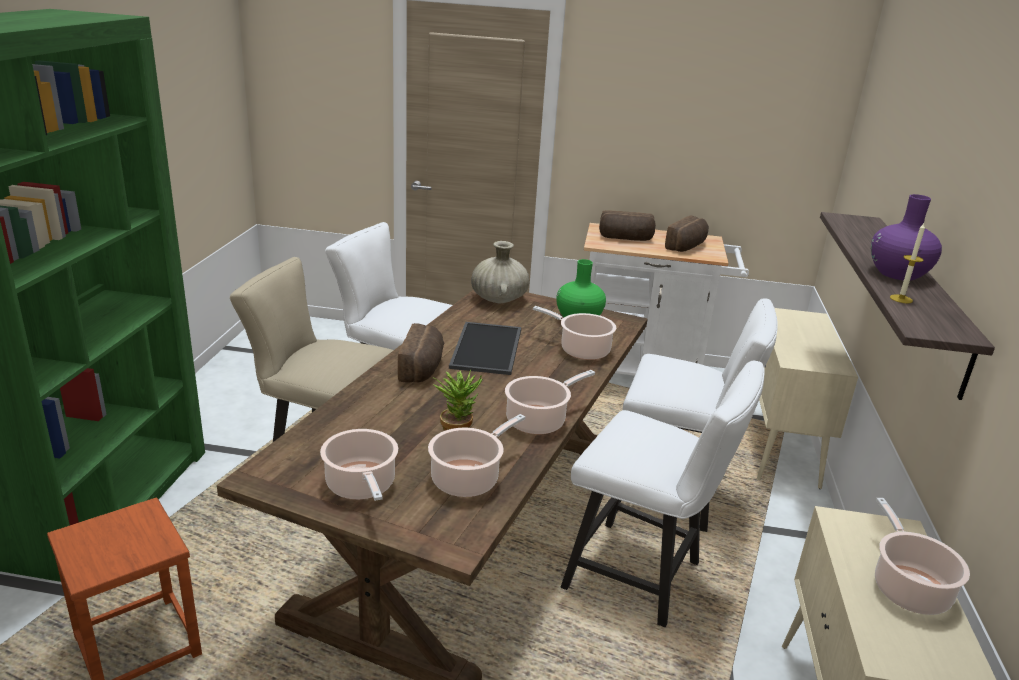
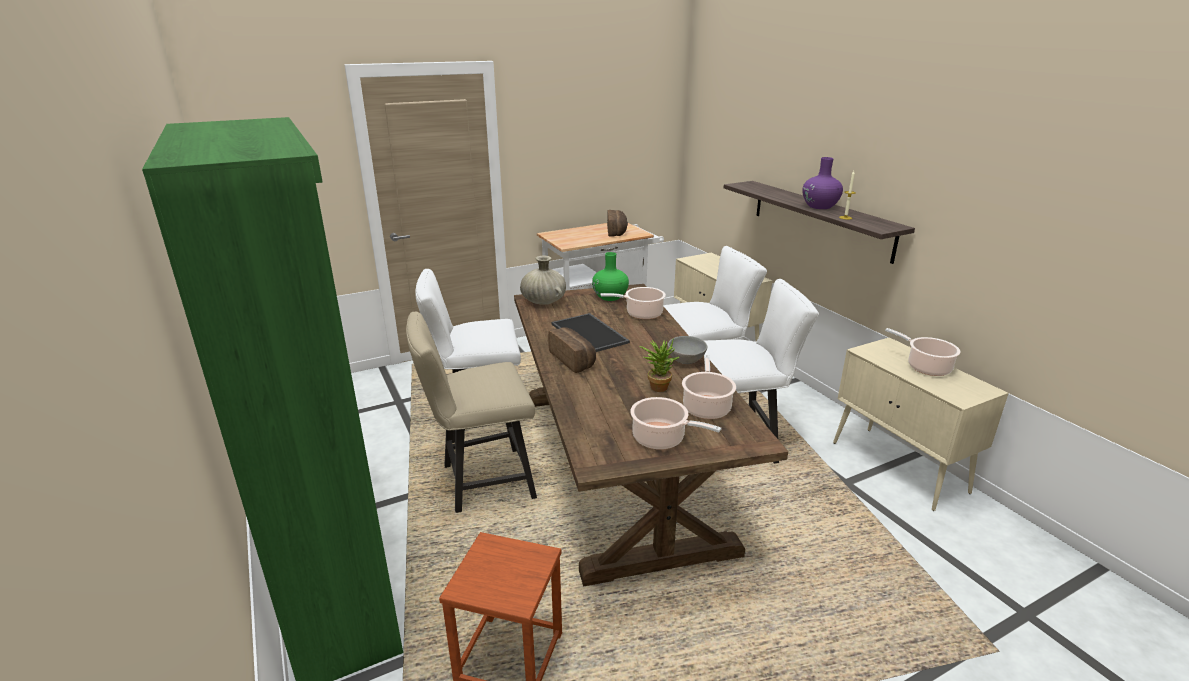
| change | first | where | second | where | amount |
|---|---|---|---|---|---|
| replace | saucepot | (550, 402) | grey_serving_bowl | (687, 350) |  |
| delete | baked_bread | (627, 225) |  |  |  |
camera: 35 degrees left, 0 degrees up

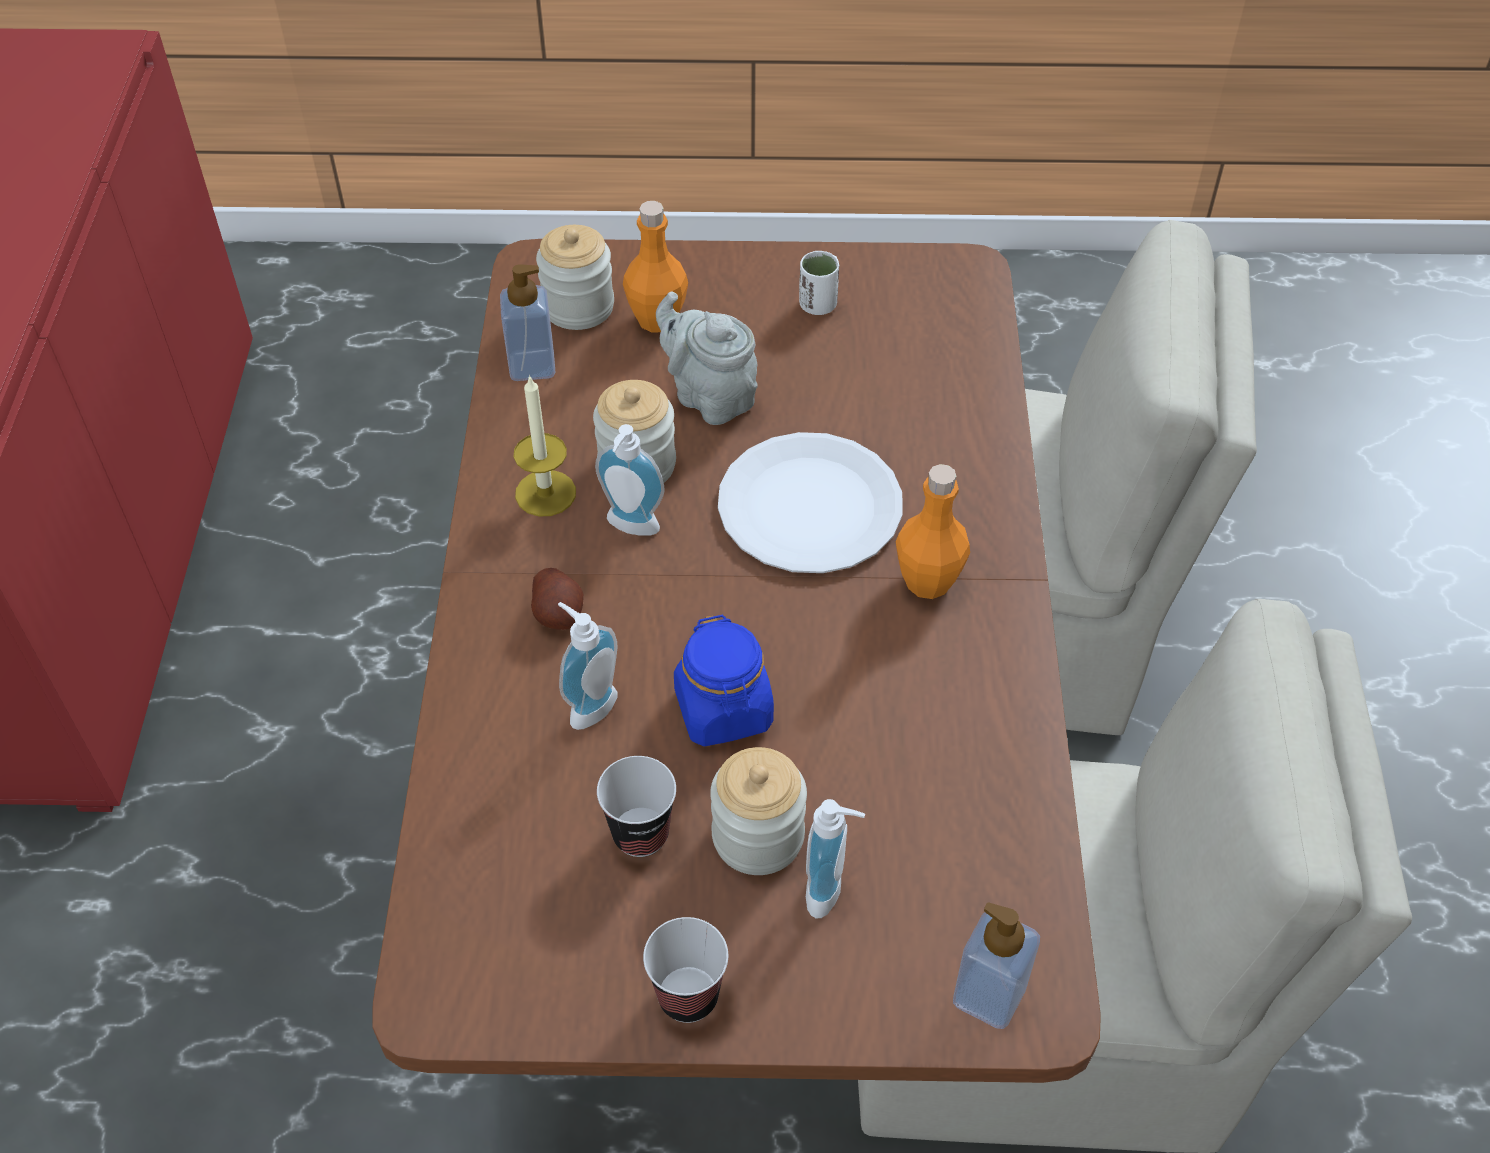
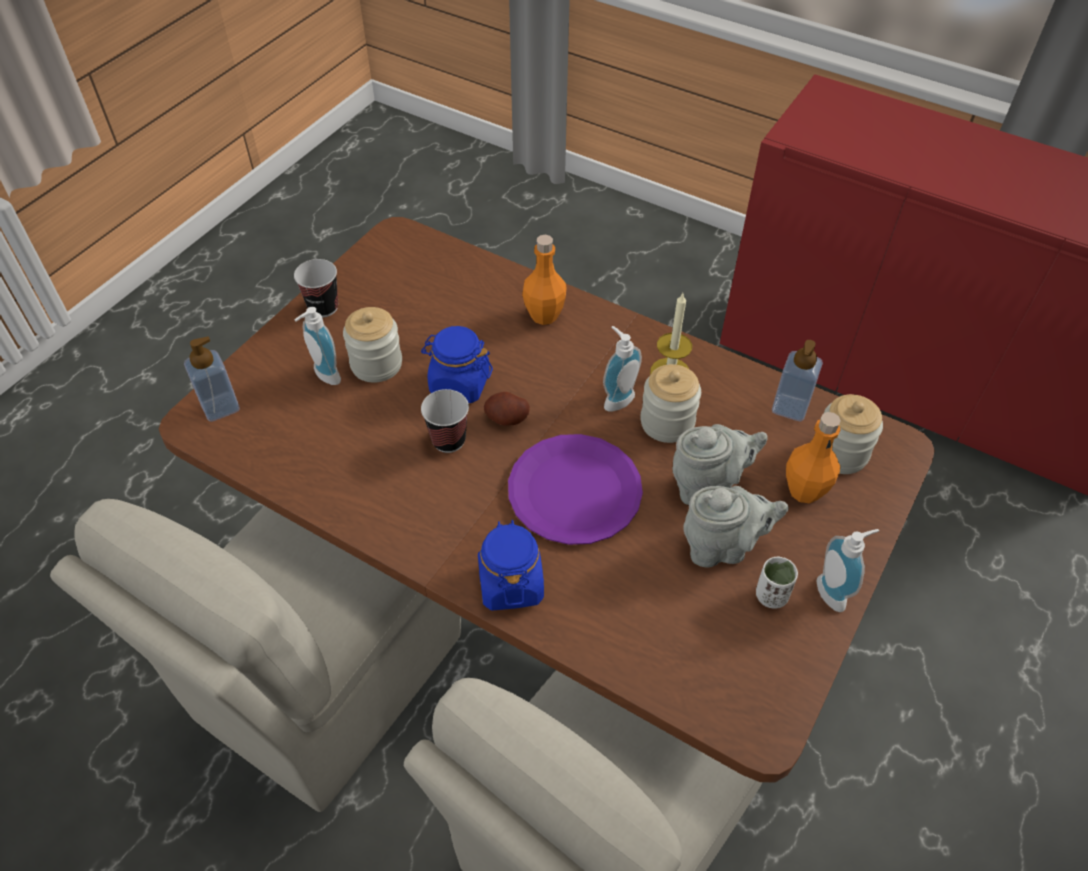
| change | first | where | second | where | amount |
|---|---|---|---|---|---|
| move | small_cup | (636, 806) |  | (445, 421) |  |
| insert |  |  | blue-coloured_storage_jar | (511, 565) |  |
| move | spud | (557, 599) |  | (507, 409) |  |
| recolor | whitish_plate | (810, 502) | purple_plate | (575, 489) |  |
| move | orangey_beverage_bottle | (933, 531) |  | (544, 280) |  |
| insert |  |  | grey_tea_pot | (736, 527) |  |
| move | liquid_soap_bottle | (588, 666) |  | (847, 570) |  |
camera: 120 degrees right, 0 degrees up

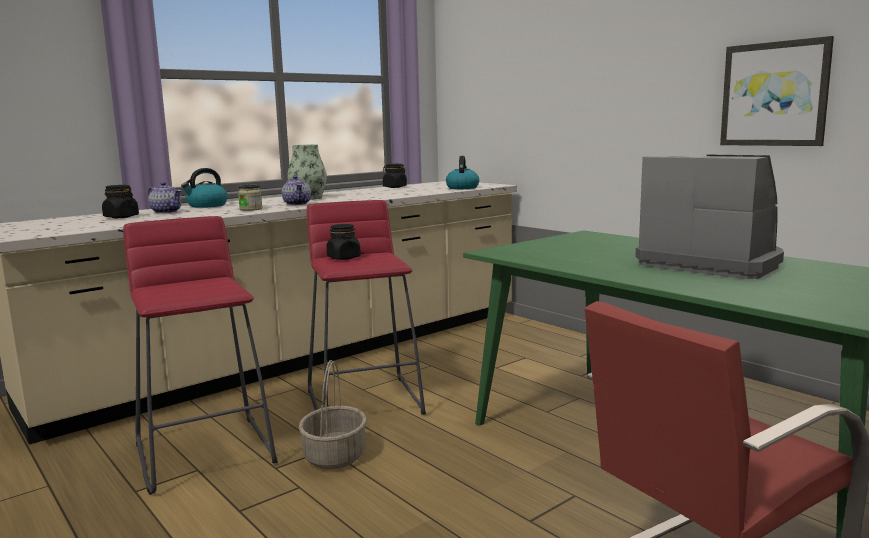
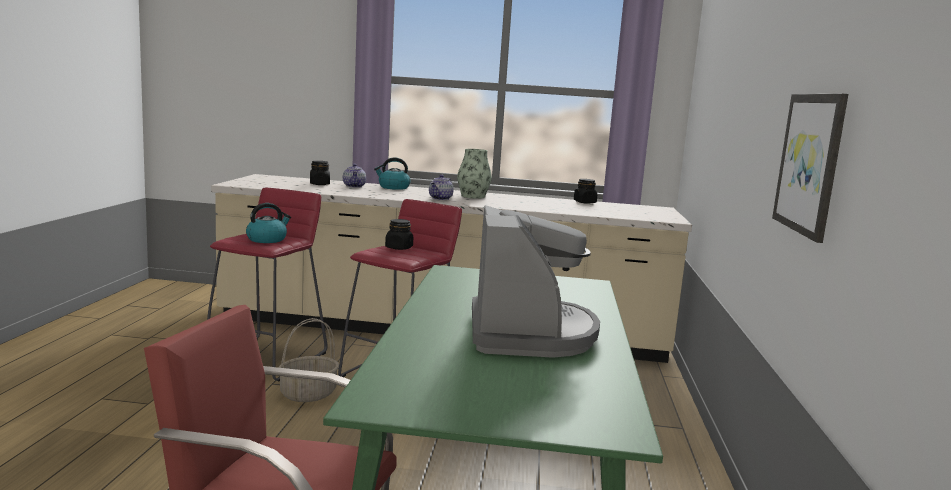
| change | first | where | second | where | amount |
|---|---|---|---|---|---|
| move | water_kettle | (462, 172) |  | (268, 223) |  |
| delete | storage_jar | (250, 198) |  |  |  |
camera: 45 degrees right, 0 degrees up

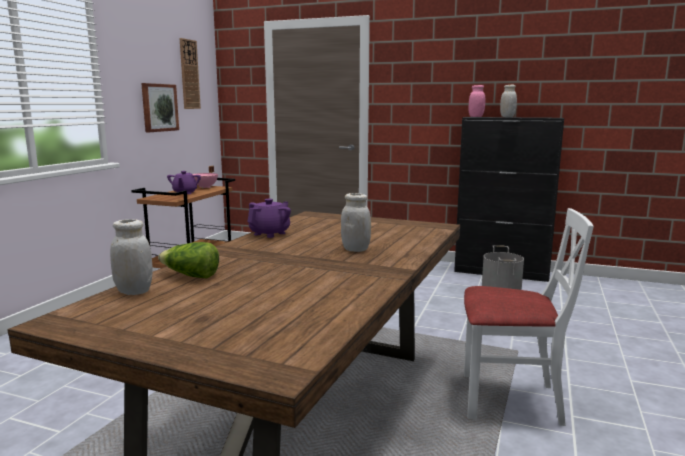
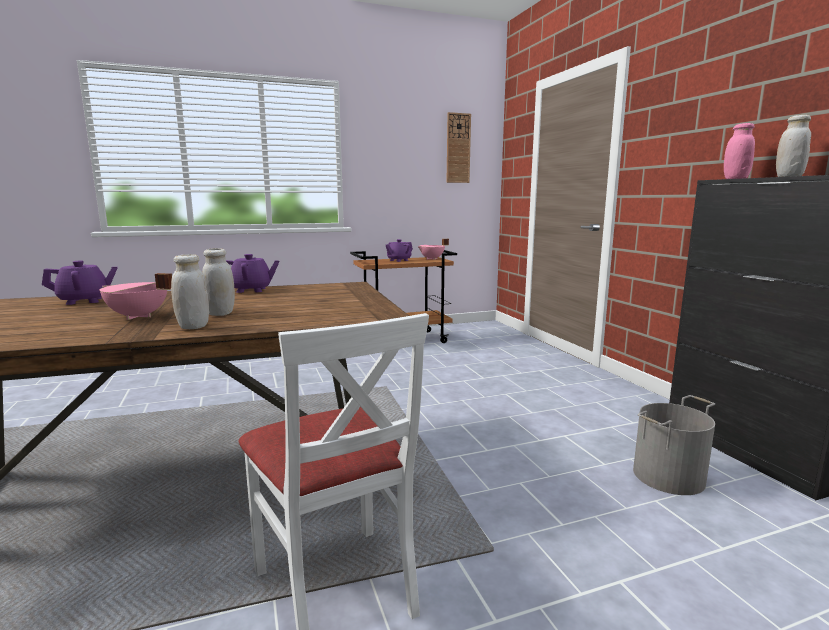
| change | first | where | second | where | amount |
|---|---|---|---|---|---|
| replace | lettuce_head | (188, 260) | purple_tea_pot | (80, 283) |  |
| insert |  |  | pinkish_saucepot | (136, 296) |  |
| move | whitish_storage_jar | (131, 257) |  | (190, 291) |  |
| delete | wall_picture | (160, 107) |  |  |  |
camera: 50 degrees right, 0 degrees up

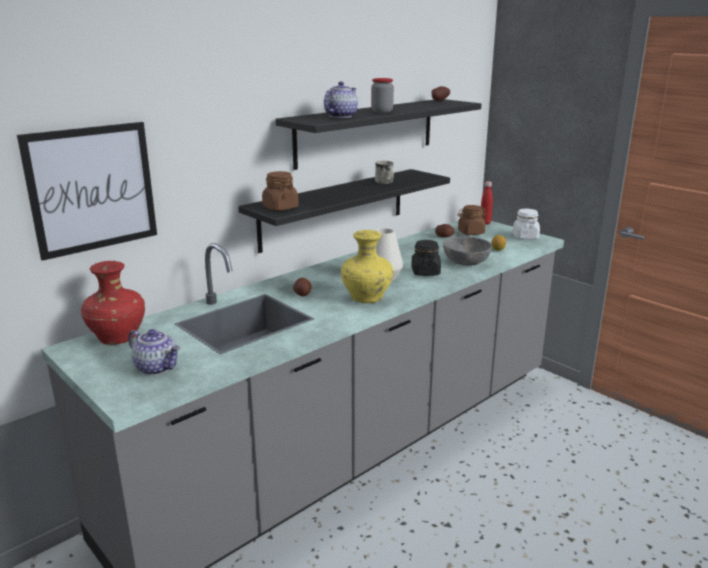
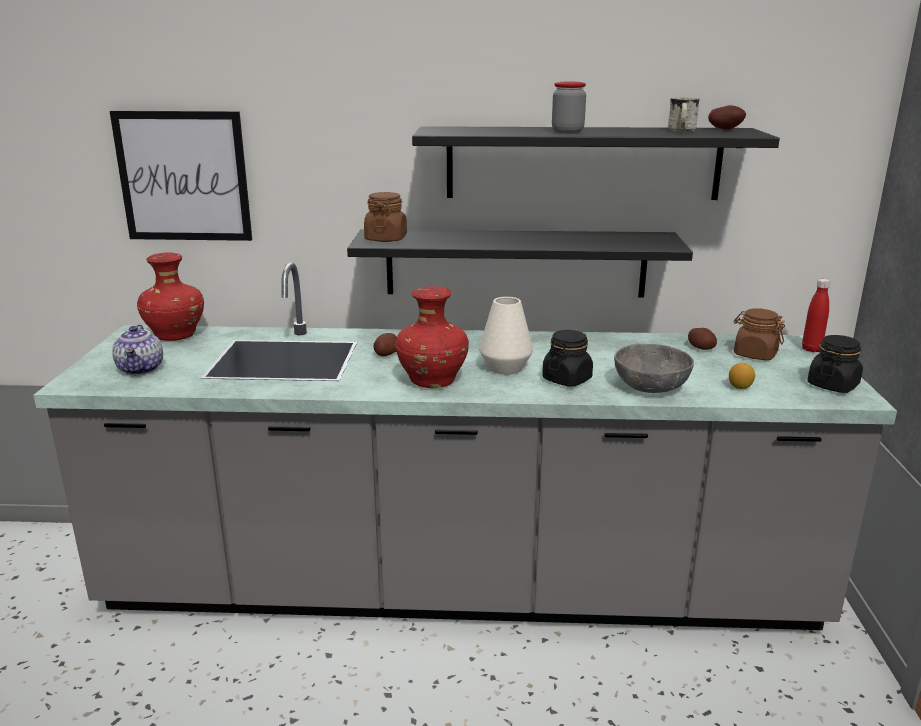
| change | first | where | second | where | amount |
|---|---|---|---|---|---|
| recolor | yellow_decorative_vase | (367, 266) | red-coloured_decorative_vase | (432, 337) |  |
| move | whitish_coffee_mug | (384, 172) |  | (684, 114) |  |
| recolor | whitish_storage_jar | (526, 224) | blackish_storage_jar | (835, 364) |  |
| delete | tea_pot | (341, 99) |  |  |  |
camera: 45 degrees right, 0 degrees up

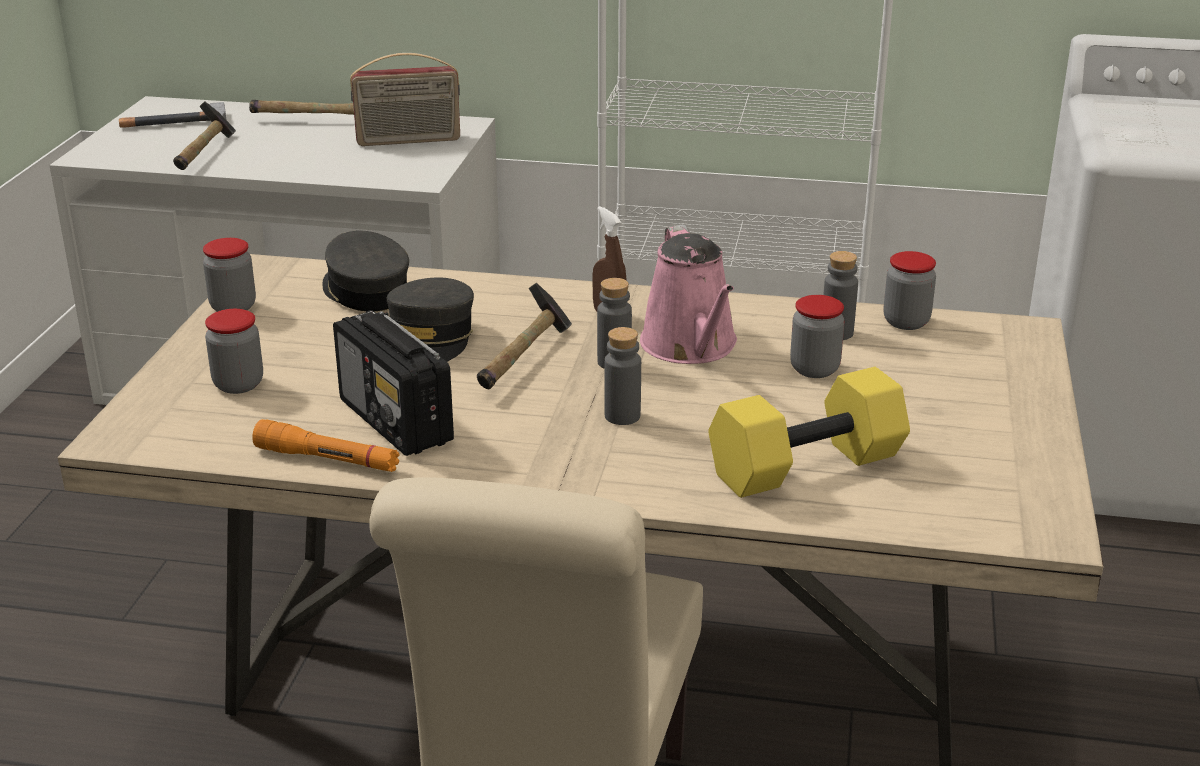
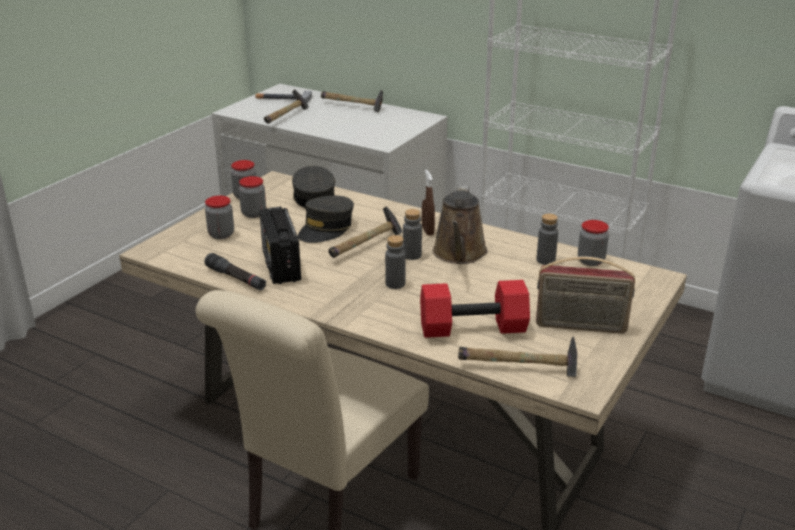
| change | first | where | second | where | amount |
|---|---|---|---|---|---|
| recolor | orangey_torch | (325, 445) | blackish_torch | (235, 271) |  |
| move | storage_jar | (817, 336) |  | (252, 197) |  |
| recolor | yellow_free_weight | (809, 432) | red-coloured_free_weight | (475, 309) |  |
| recolor | pinkish_watering_pot | (688, 294) | brown_watering_pot | (460, 225) |  |
| insert |  |  | tool_hammer | (517, 357) |  |
| move | radio_set | (405, 99) |  | (585, 295) |  |
camera: 20 degrees right, 0 degrees up

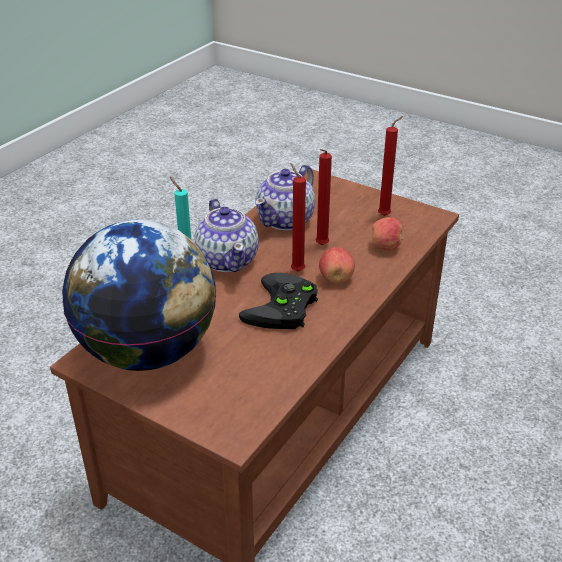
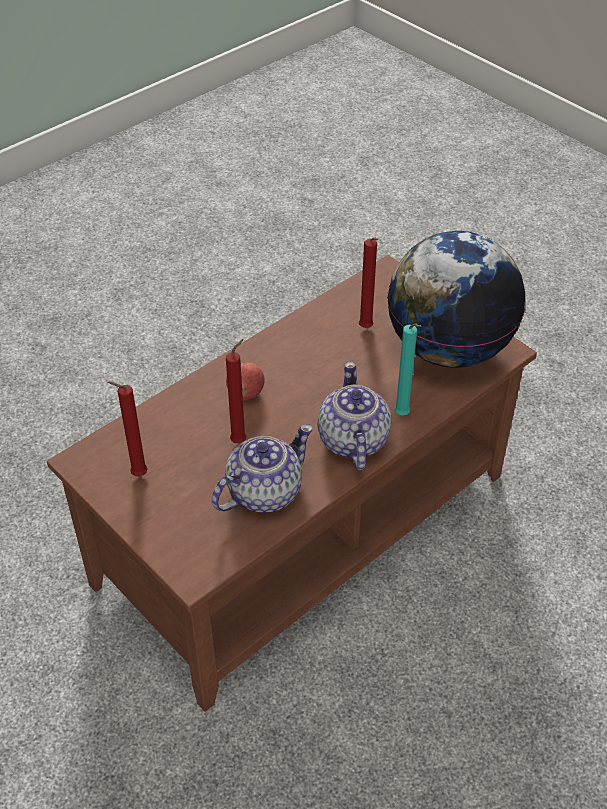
| change | first | where | second | where | amount |
|---|---|---|---|---|---|
| move | red-coloured_wax_light | (298, 217) |  | (368, 282) |  |
| delete | blackish_gamepad | (278, 301) |  |  |  |
| delete | whole_apple | (387, 233) |  |  |  |
camera: 165 degrees left, 10 degrees up

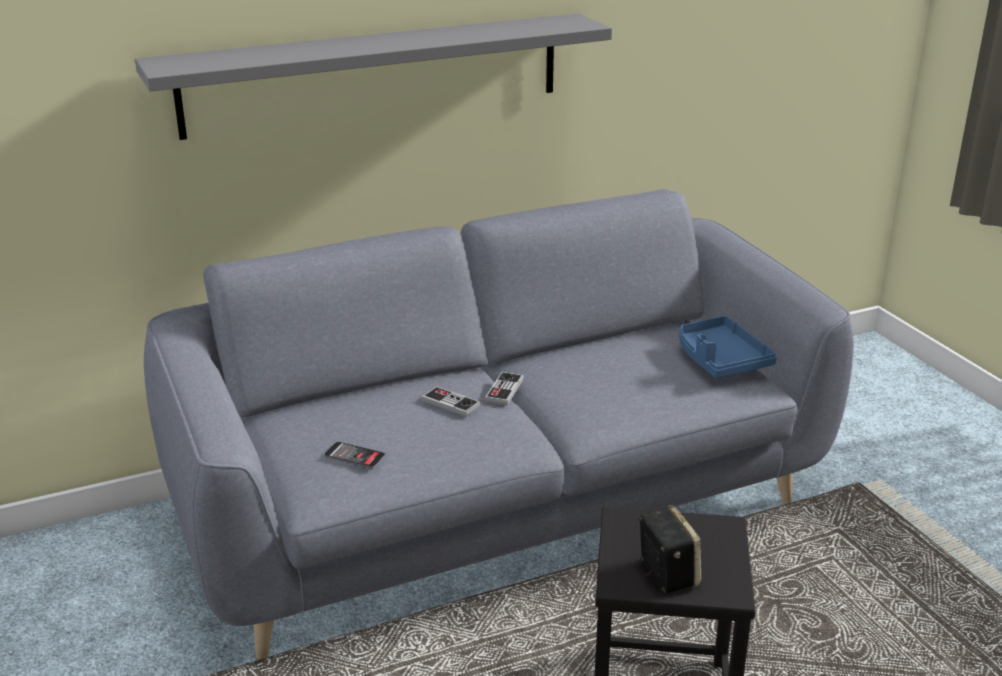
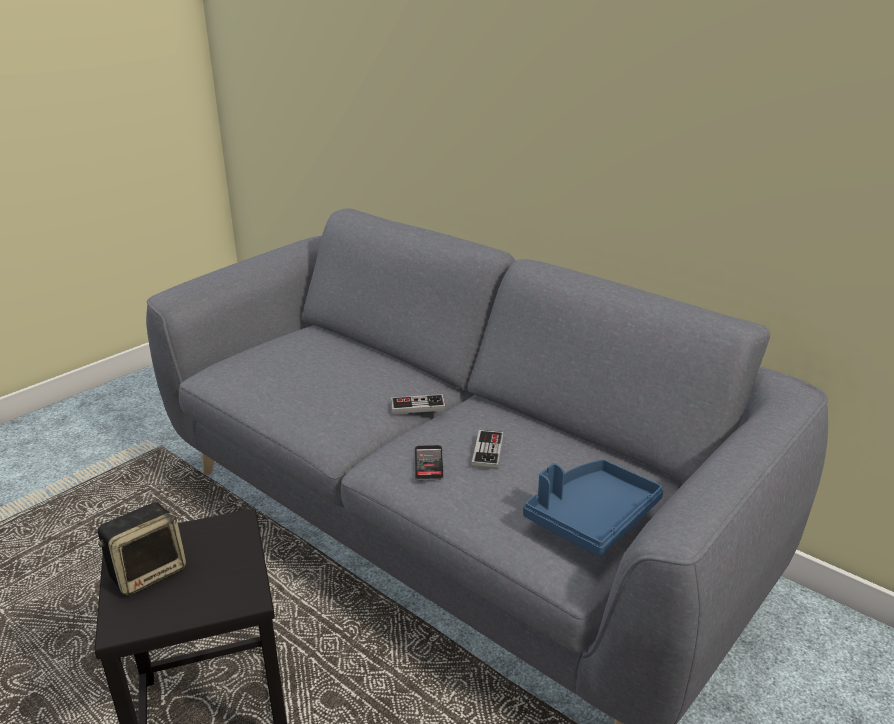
| change | first | where | second | where | amount |
|---|---|---|---|---|---|
| move | phone | (354, 455) |  | (429, 462) |  |
| move | gamepad | (450, 401) |  | (487, 450) |  |
| delete | grey_shelf | (373, 76) |  |  |  |
camera: 65 degrees right, 0 degrees up

